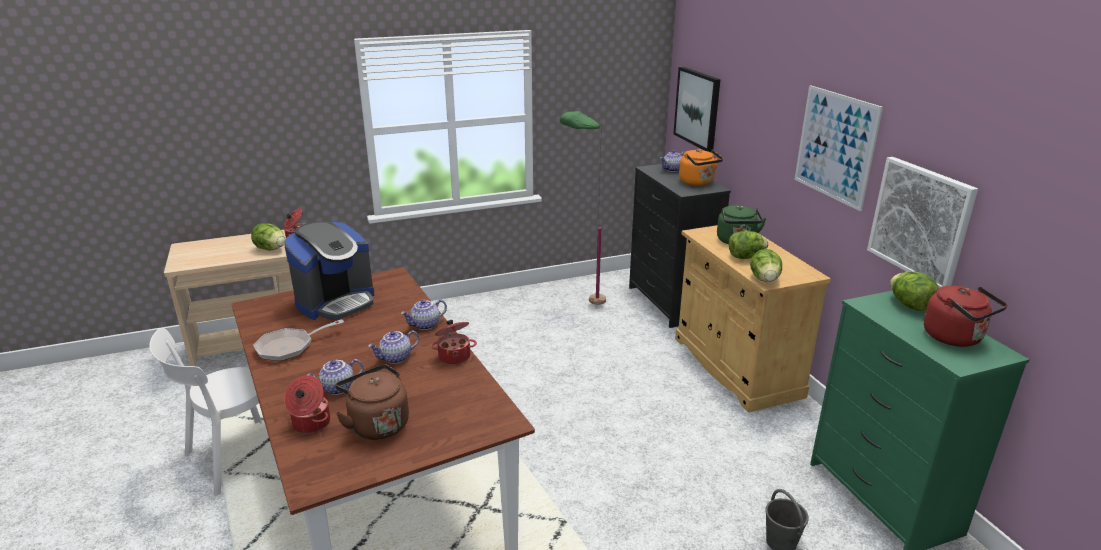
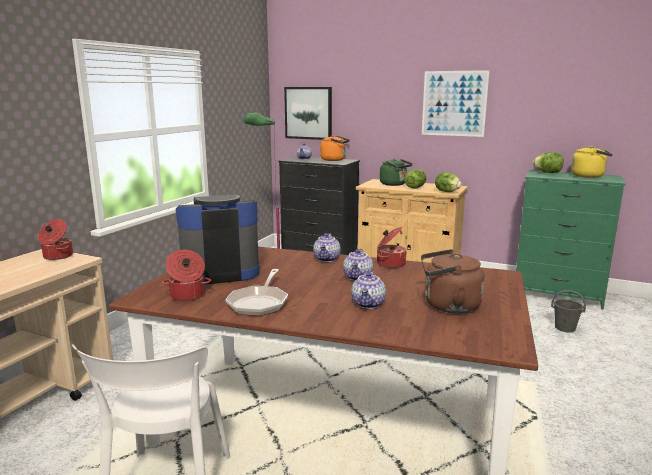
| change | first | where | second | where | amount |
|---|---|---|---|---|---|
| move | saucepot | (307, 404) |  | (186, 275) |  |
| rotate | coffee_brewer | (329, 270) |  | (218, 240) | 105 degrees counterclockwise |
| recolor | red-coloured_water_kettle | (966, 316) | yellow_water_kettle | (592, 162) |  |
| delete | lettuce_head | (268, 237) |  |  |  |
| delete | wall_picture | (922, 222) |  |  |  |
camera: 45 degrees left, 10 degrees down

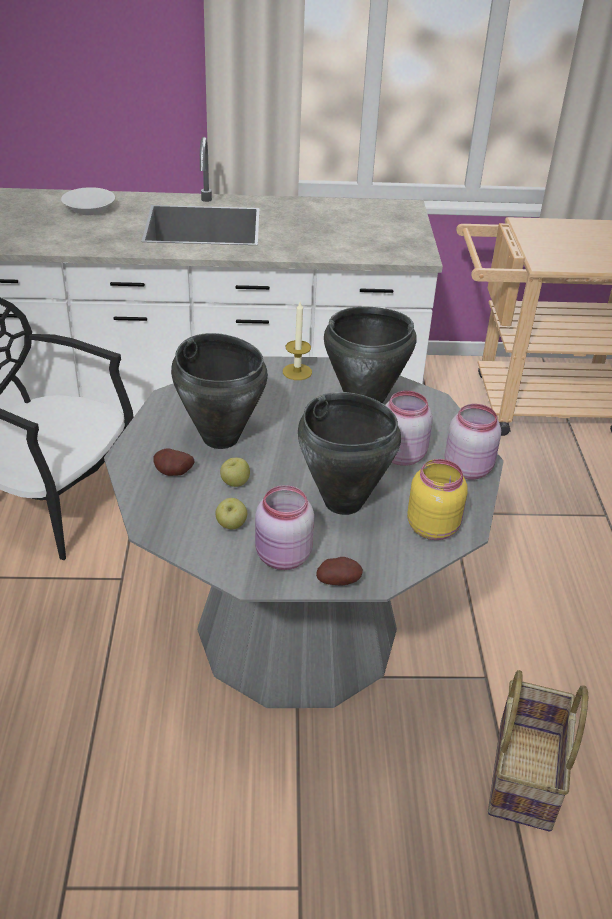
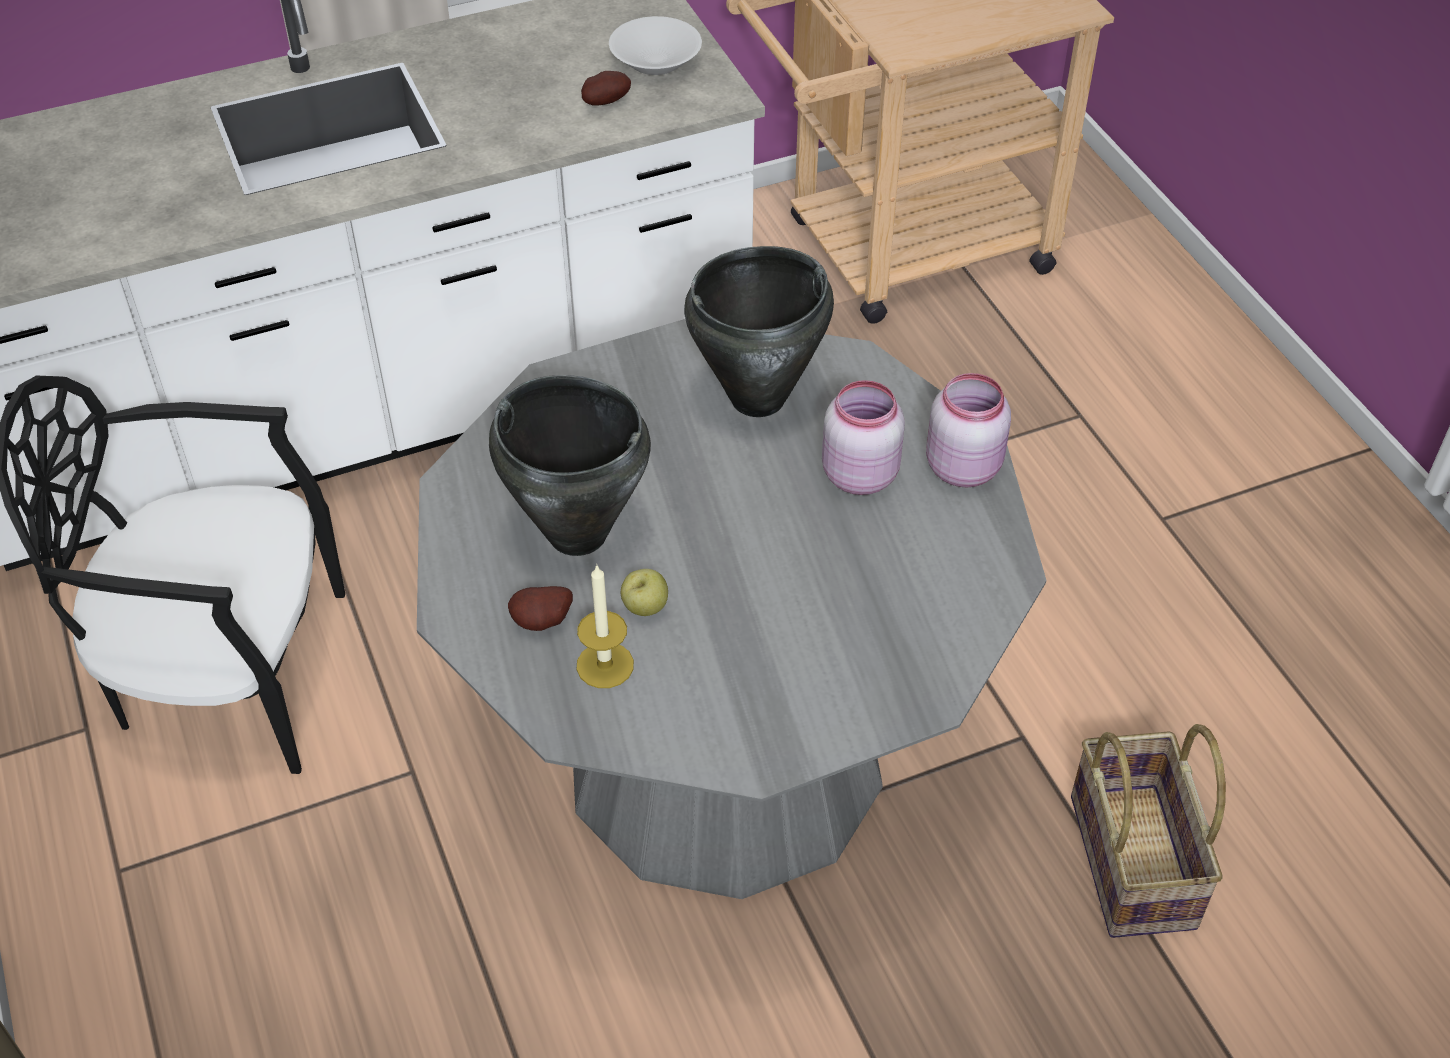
| change | first | where | second | where | amount |
|---|---|---|---|---|---|
| move | wax_light | (297, 341) |  | (605, 626) |  |
| move | spud | (339, 571) |  | (606, 88) |  |
| move | whitish_serving_bowl | (88, 201) |  | (655, 45) |  |
| delete | whole_apple | (231, 513) |  |  |  |
| delete | pinkish_storage_jar | (284, 527) |  |  |  |
| delete | blackish_saucepot | (349, 453) |  |  |  |
| delete | yellow_storage_jar | (437, 499) |  |  |  |
camera: 20 degrees left, 10 degrees up

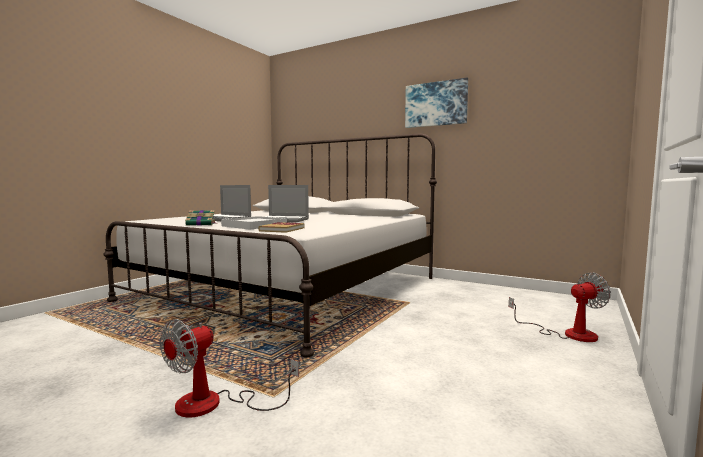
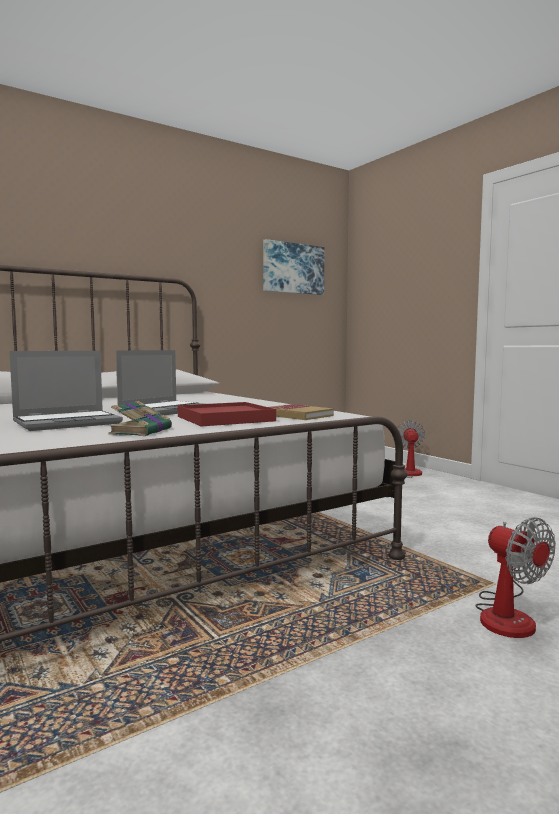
| change | first | where | second | where | amount |
|---|---|---|---|---|---|
| recolor | whitish_carrying_tray | (254, 222) | red-coloured_carrying_tray | (226, 414) |  |
| move | wall_picture | (436, 103) |  | (293, 267) |  |
camera: 65 degrees left, 0 degrees up

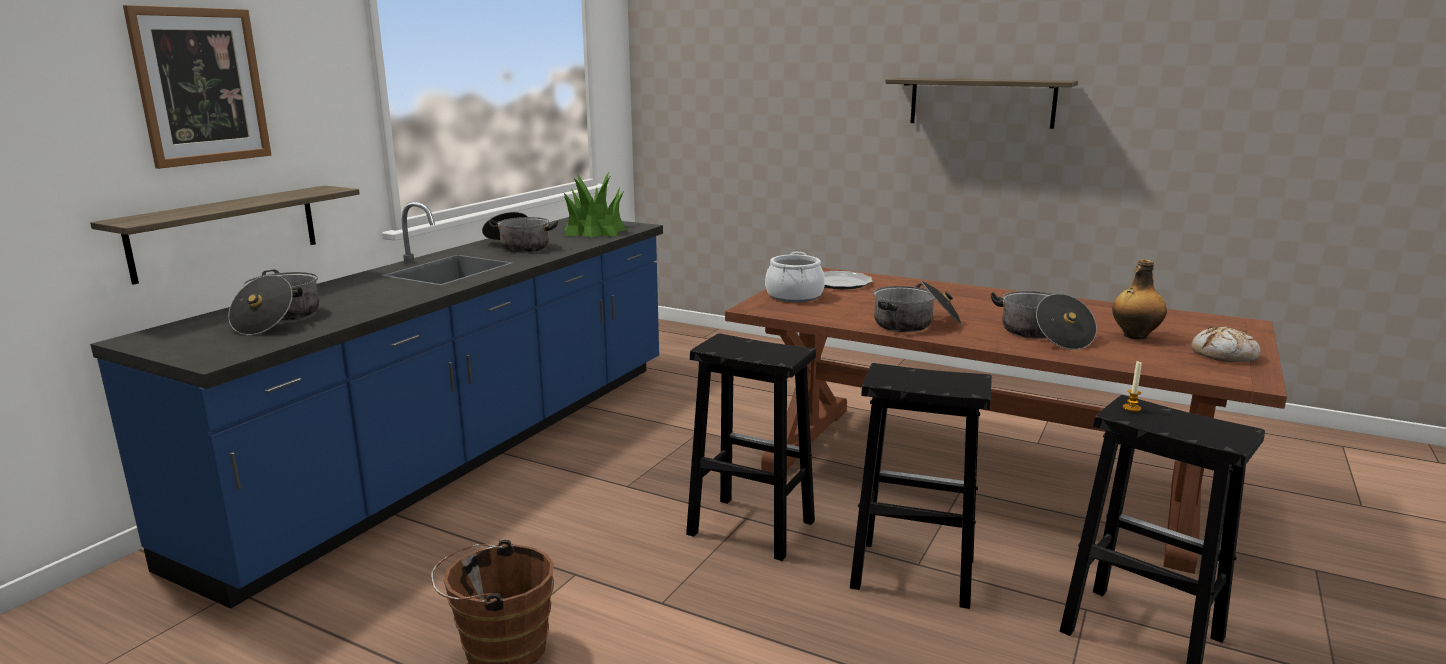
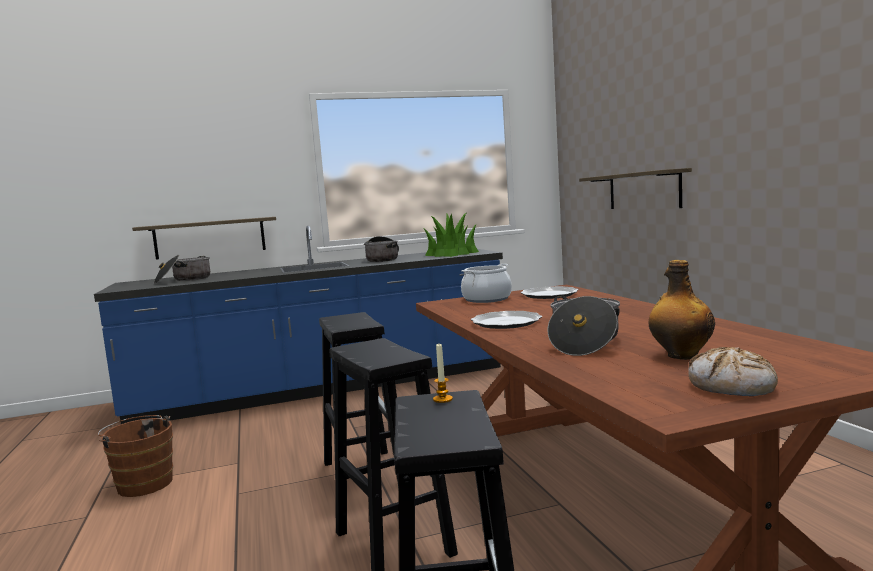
| change | first | where | second | where | amount |
|---|---|---|---|---|---|
| replace | saucepot | (918, 306) | plate | (506, 320) |  |
| move | shelf | (981, 103) |  | (635, 188) |  |
| delete | wall_picture | (197, 87) |  |  |  |
camera: 45 degrees right, 10 degrees down

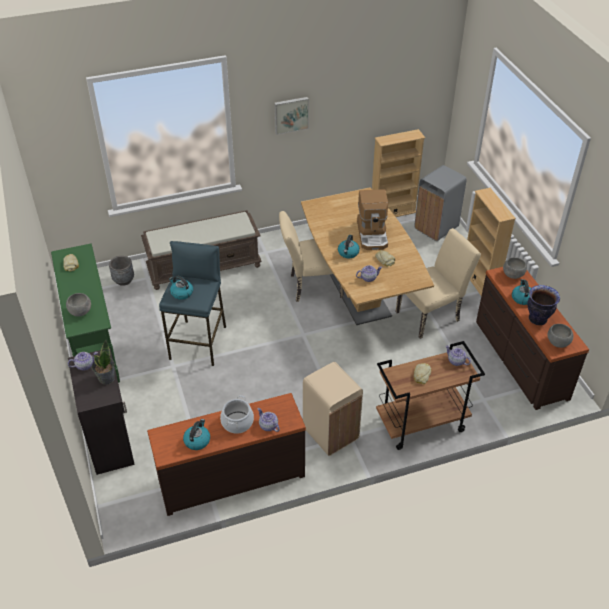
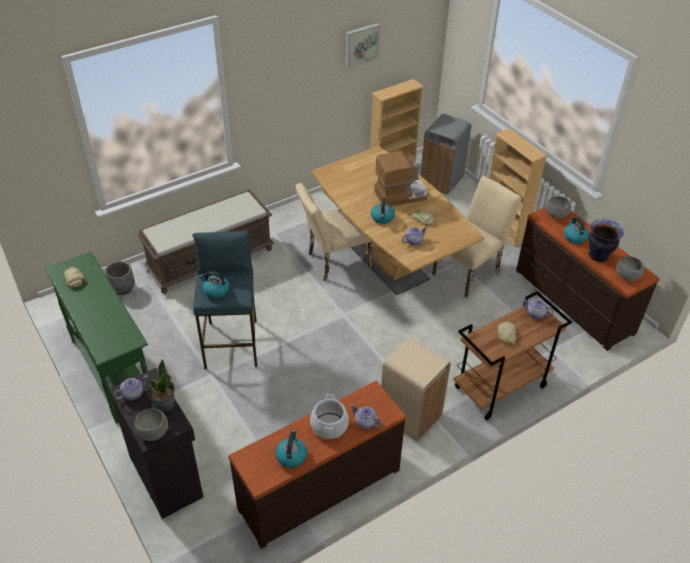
| change | first | where | second | where | amount |
|---|---|---|---|---|---|
| move | grey_serving_bowl | (78, 305) |  | (151, 424) |  |
| move | wall_picture | (291, 116) |  | (362, 45) |  |
| rotate | coffee_brewer | (372, 219) |  | (401, 178) | 90 degrees counterclockwise |
camera: 15 degrees left, 0 degrees up

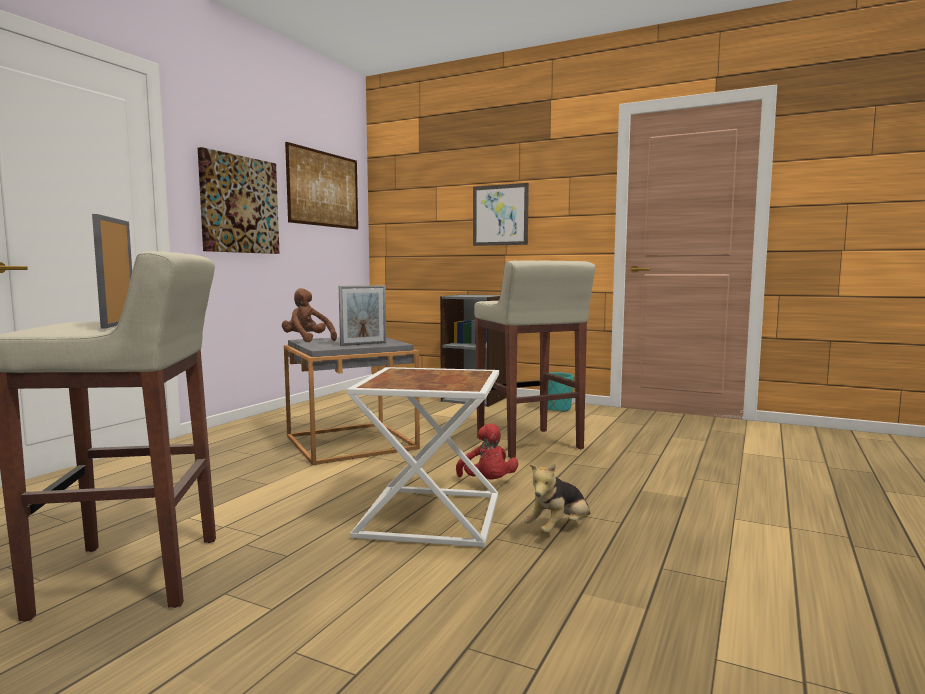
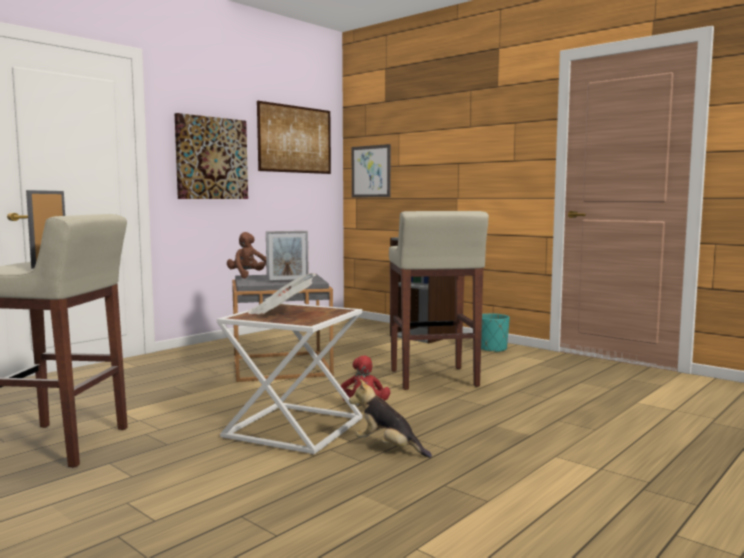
| change | first | where | second | where | amount |
|---|---|---|---|---|---|
| insert |  |  | printed_paper | (281, 294) |  |
| rotate | soft_toy | (557, 499) |  | (390, 418) | 60 degrees clockwise |
| move | wall_picture | (501, 214) |  | (371, 170) |  |
camera: 15 degrees right, 0 degrees up

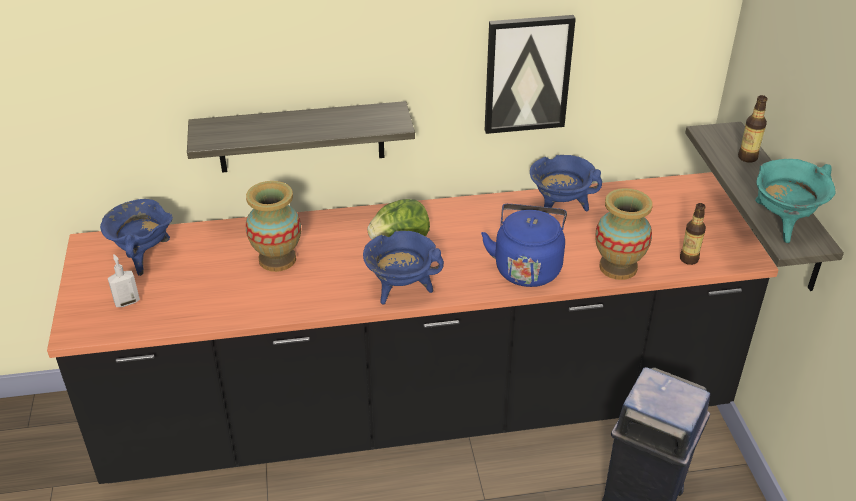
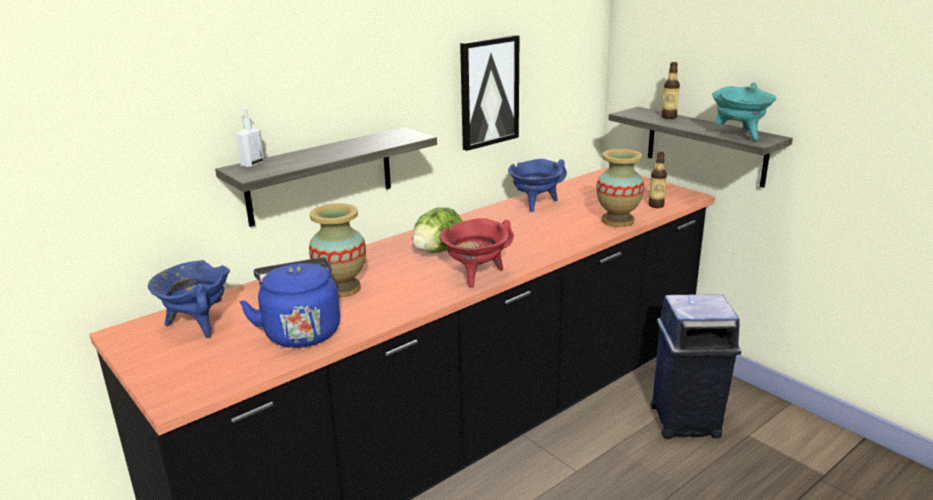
| change | first | where | second | where | amount |
|---|---|---|---|---|---|
| move | liquid_soap_bottle | (124, 280) |  | (250, 138) |  |
| move | blue-coloured_water_kettle | (524, 245) |  | (289, 302) |  |
| recolor | blue-coloured_saucepot | (403, 267) | red-coloured_saucepot | (477, 253) |  |
camera: 30 degrees left, 15 degrees down

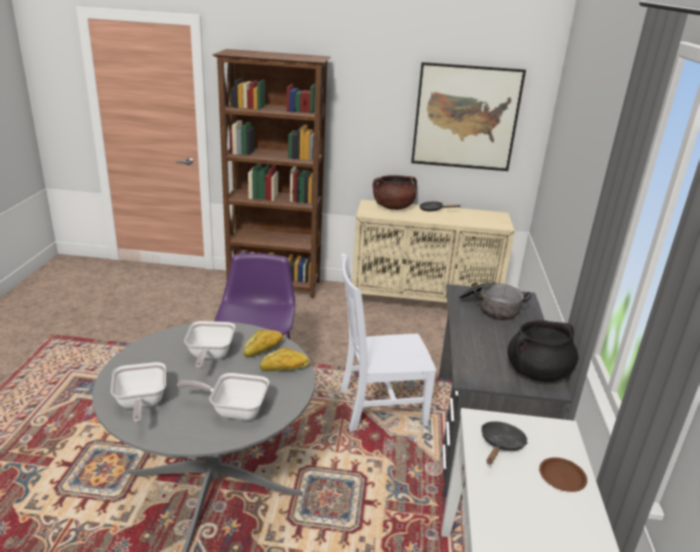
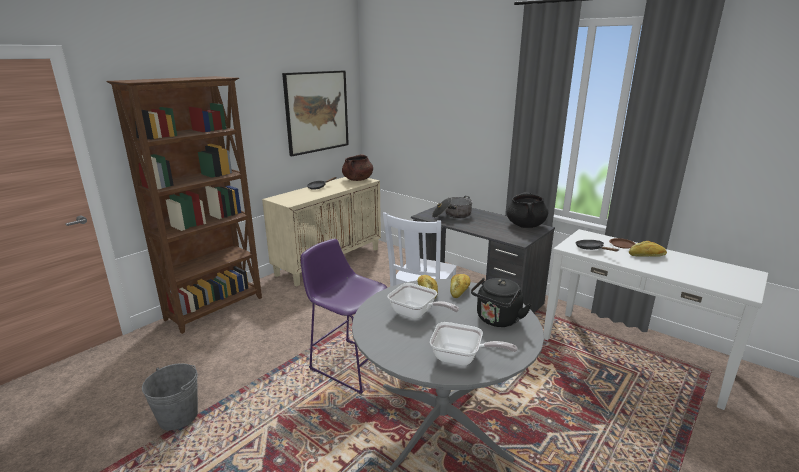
| change | first | where | second | where | amount |
|---|---|---|---|---|---|
| insert |  |  | grey_bucket | (170, 397) |  |
| move | brown_saucepot | (395, 192) |  | (357, 167) |  |
| replace | frying_pan | (223, 396) | blackish_water_kettle | (501, 302) |  |
| insert |  |  | baked_bread | (648, 249) |  |
camera: 55 degrees left, 5 degrees down

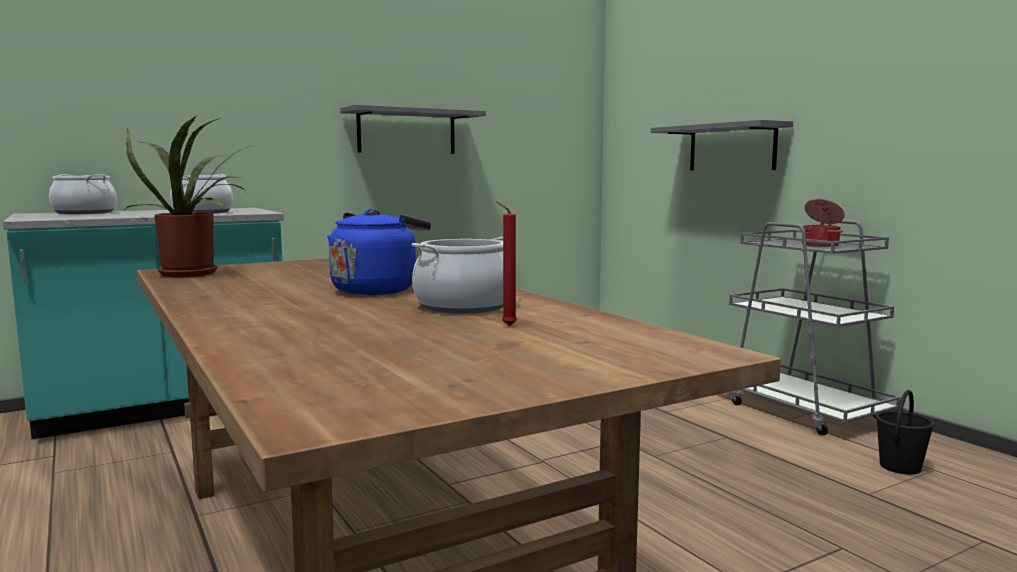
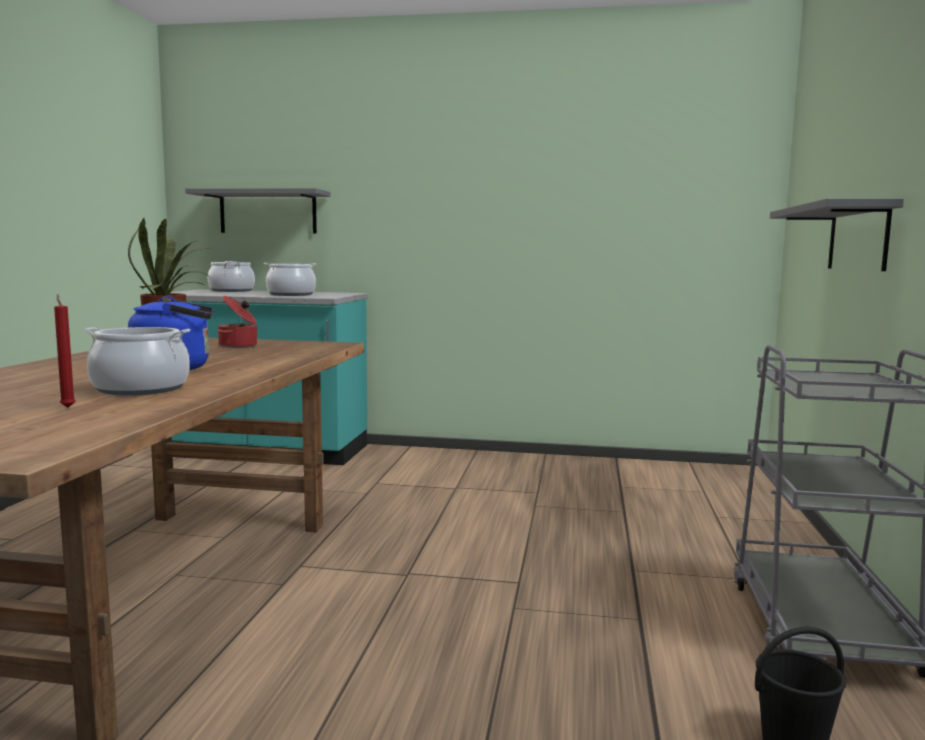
| change | first | where | second | where | amount |
|---|---|---|---|---|---|
| move | grey_shelf | (413, 129) |  | (258, 211) |  |
| move | saucepot | (823, 223) |  | (237, 322) |  |
camera: 40 degrees right, 0 degrees up

